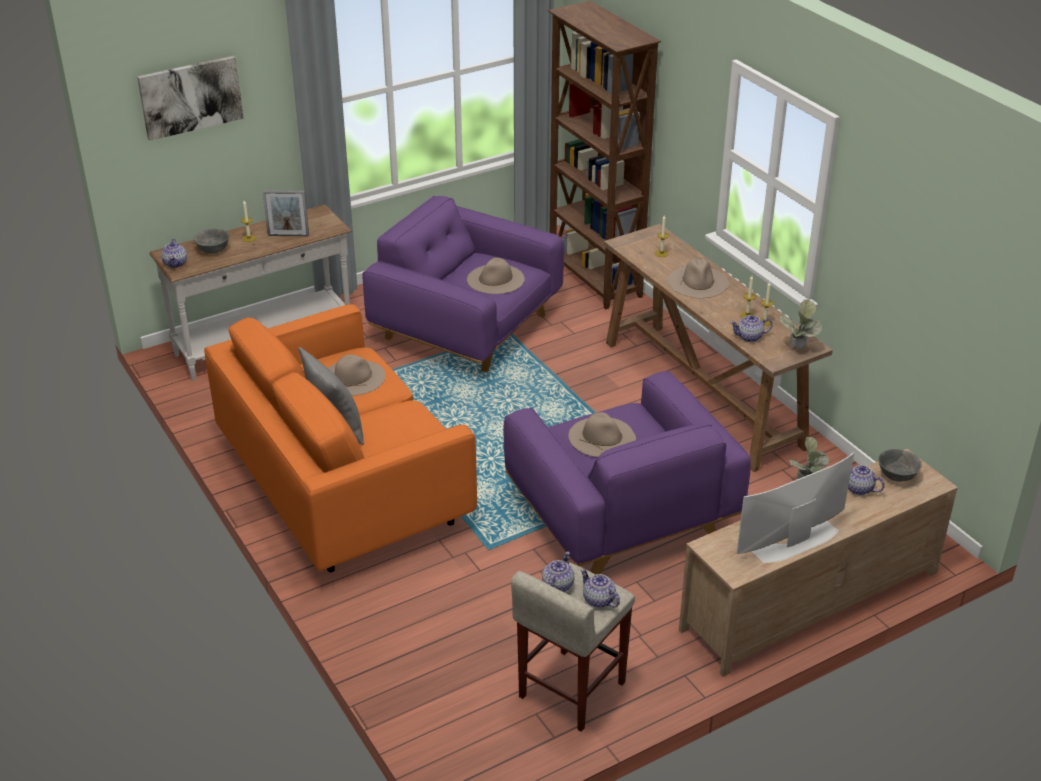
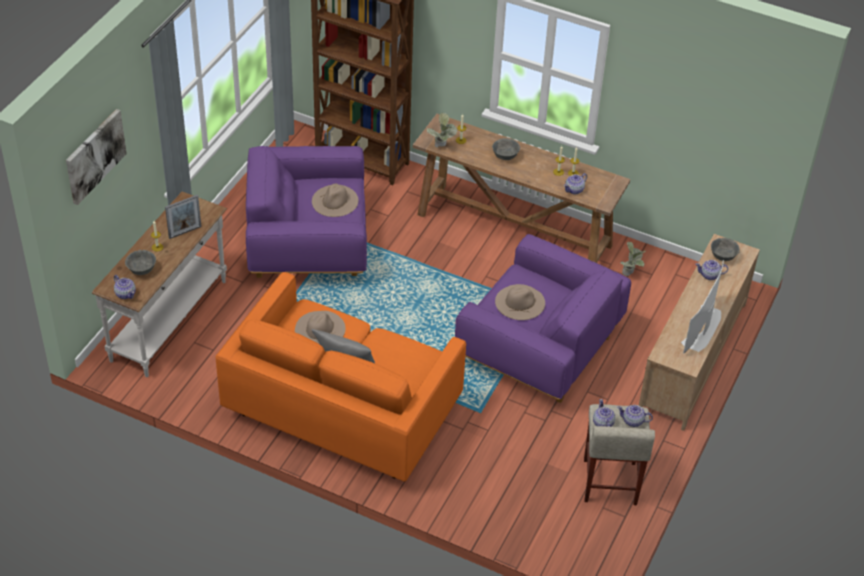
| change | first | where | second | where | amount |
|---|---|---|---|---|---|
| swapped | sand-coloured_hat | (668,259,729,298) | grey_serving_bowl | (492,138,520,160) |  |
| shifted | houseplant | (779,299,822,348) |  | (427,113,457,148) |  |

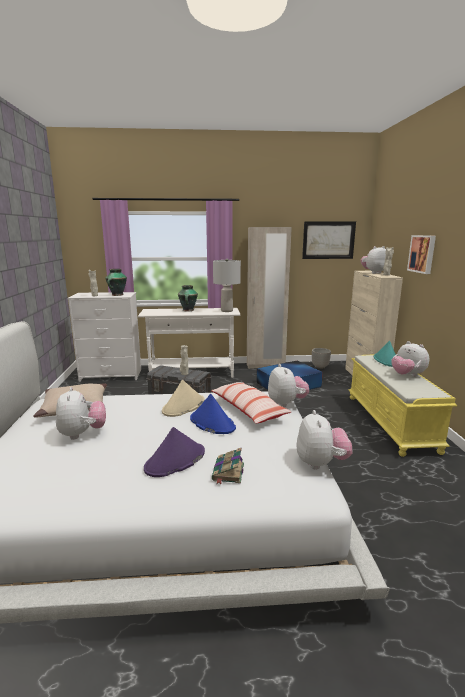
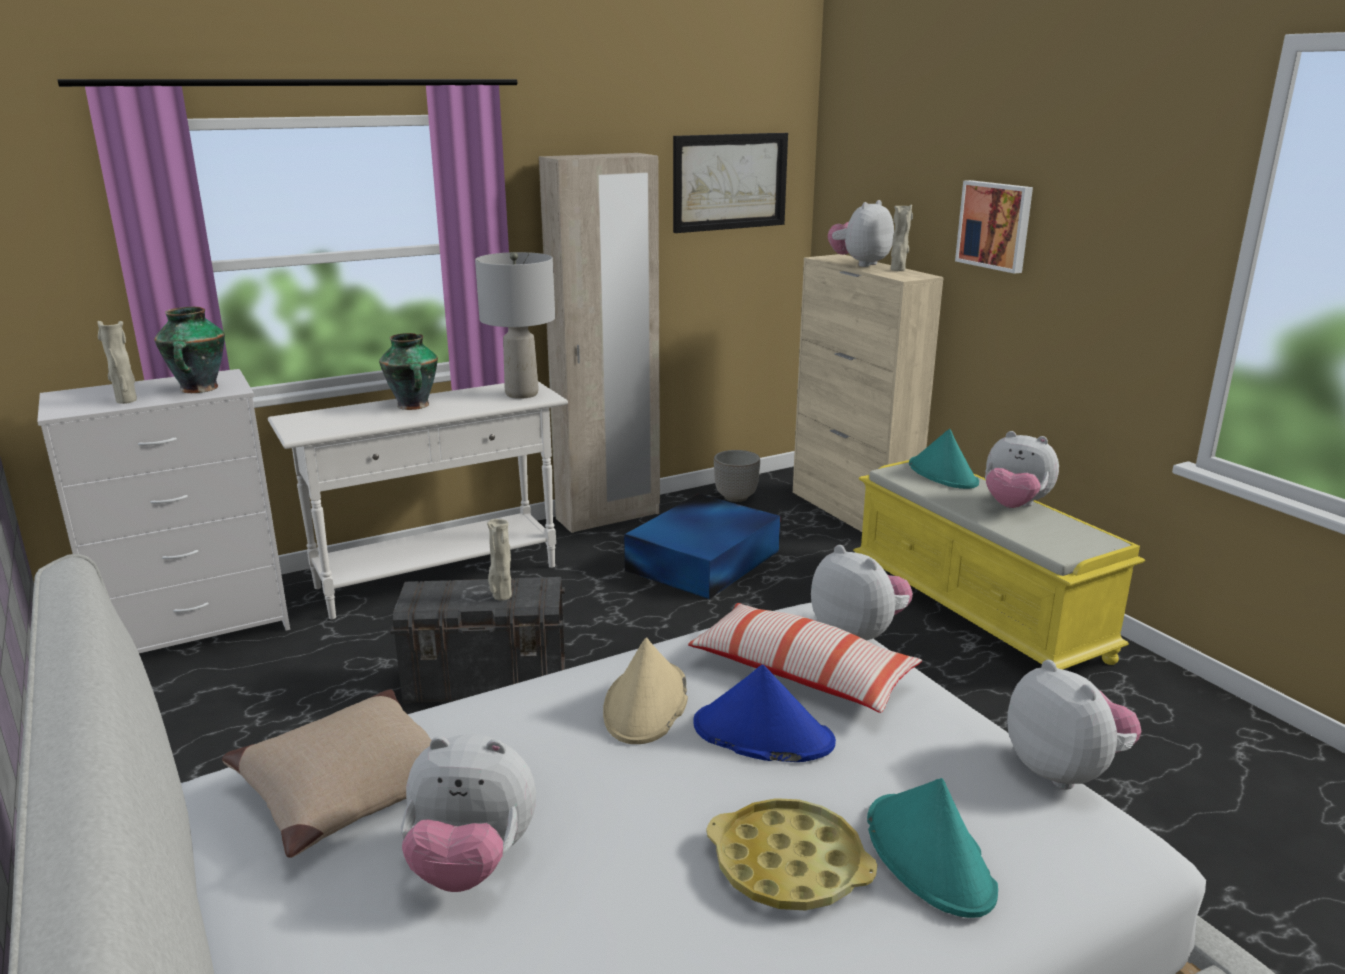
| change | first | where | second | where | amount |
|---|---|---|---|---|---|
| rotated | plush_toy | (56,387,106,440) |  | (401,734,536,892) | 135 degrees clockwise |
| swapped | purple-coloured_hat | (144,427,205,477) | yellow-coloured_serving_tray | (707,798,877,910) |  |
| swapped | book | (212,448,244,484) | turquoise_hat | (867,778,998,918) |  |

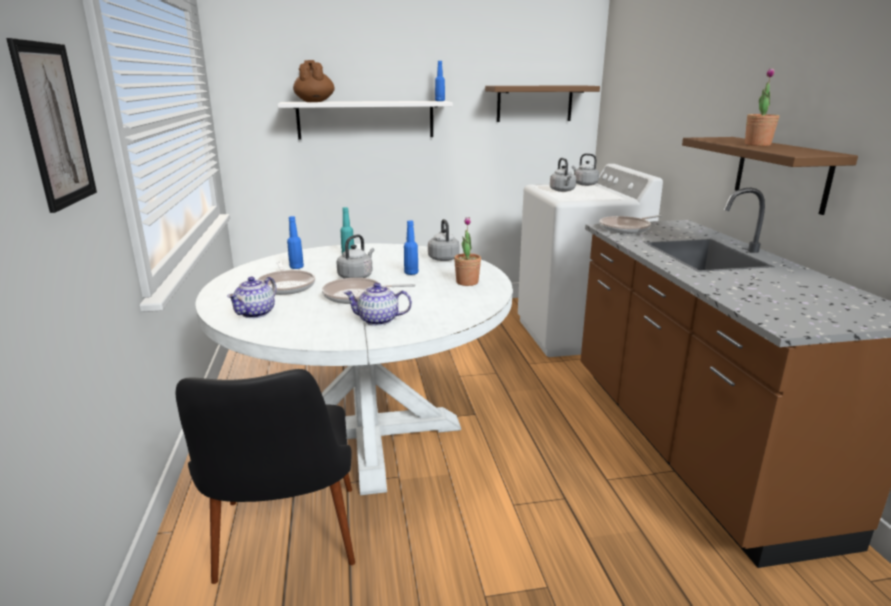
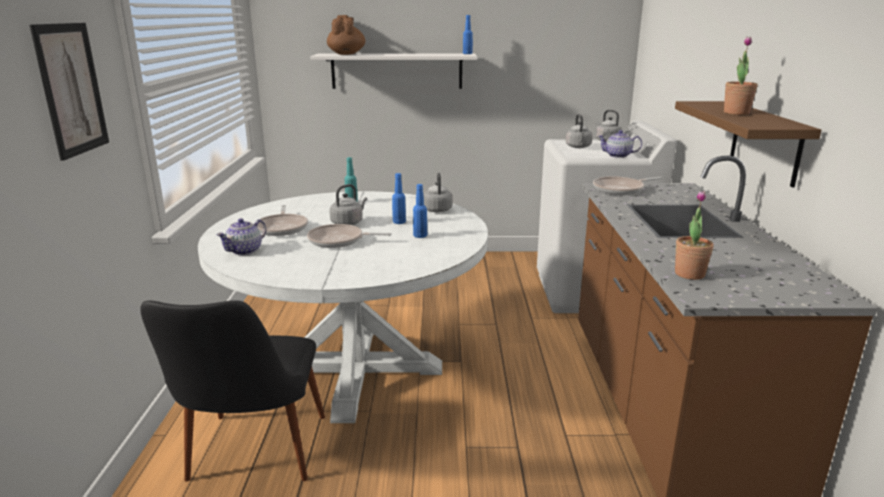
| change | first | where | second | where | amount |
|---|---|---|---|---|---|
| shifted | blue-coloured_beverage_bottle | (287,216,304,269) |  | (413,184,427,238) |  |
| shifted | tea_pot | (343,283,412,326) |  | (598,130,642,158) |  |
| shifted | houseplant | (454,217,481,286) |  | (675,191,714,280) |  |
| gone | brownish_bracket_shelf | (485,86,600,122) |  |  |  |

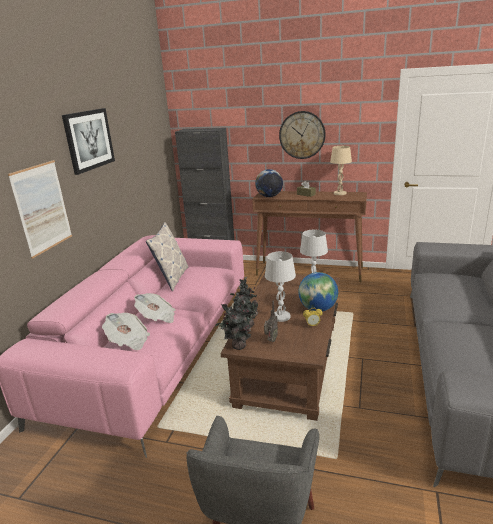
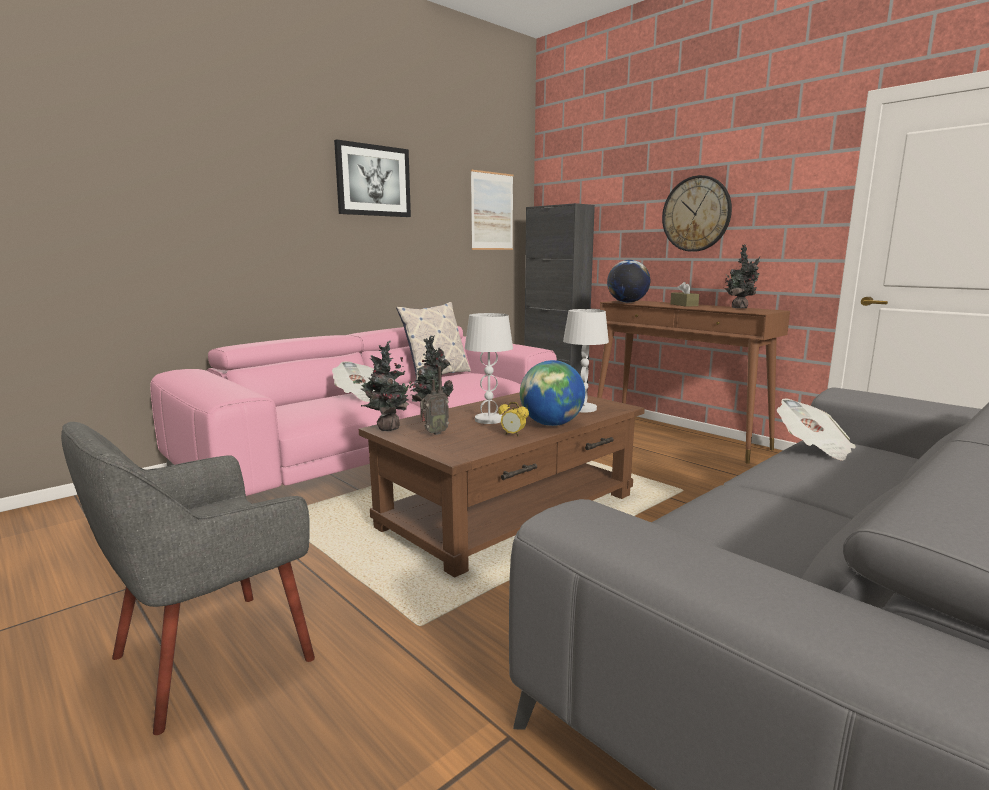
| change | first | where | second | where | amount |
|---|---|---|---|---|---|
| shifted | wall_art | (8,160,72,259) |  | (471,170,514,250) |  |
| shifted | newspaper | (102,313,150,350) |  | (777,398,856,461) |  |
| swapped | sand-coloured_lamp_for_a_table | (330,146,352,195) | houseplant | (724,245,760,308) |  |

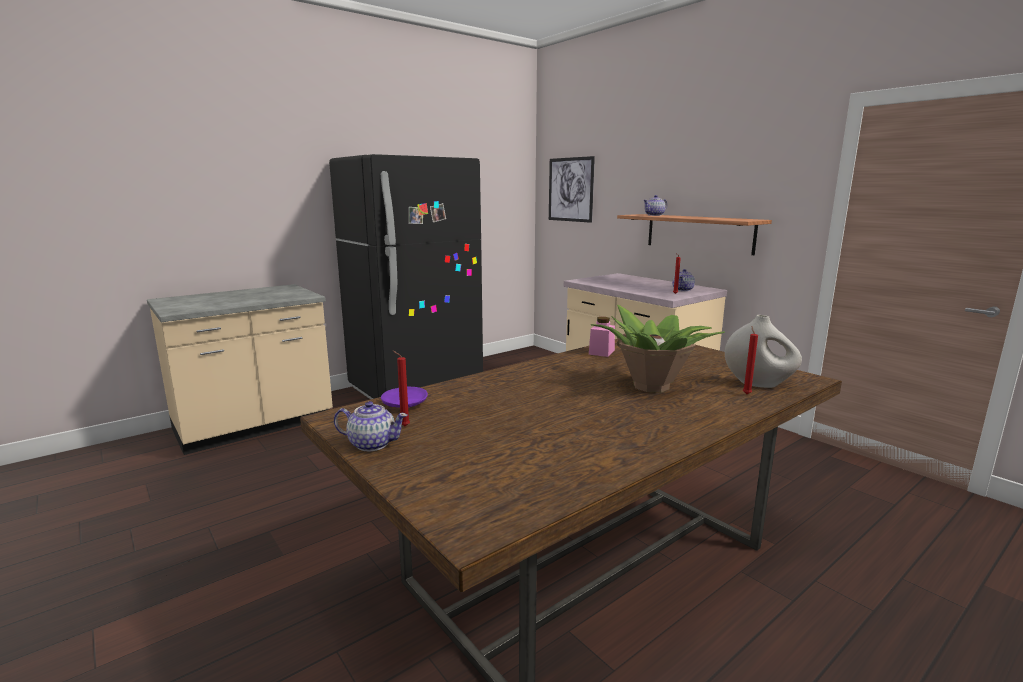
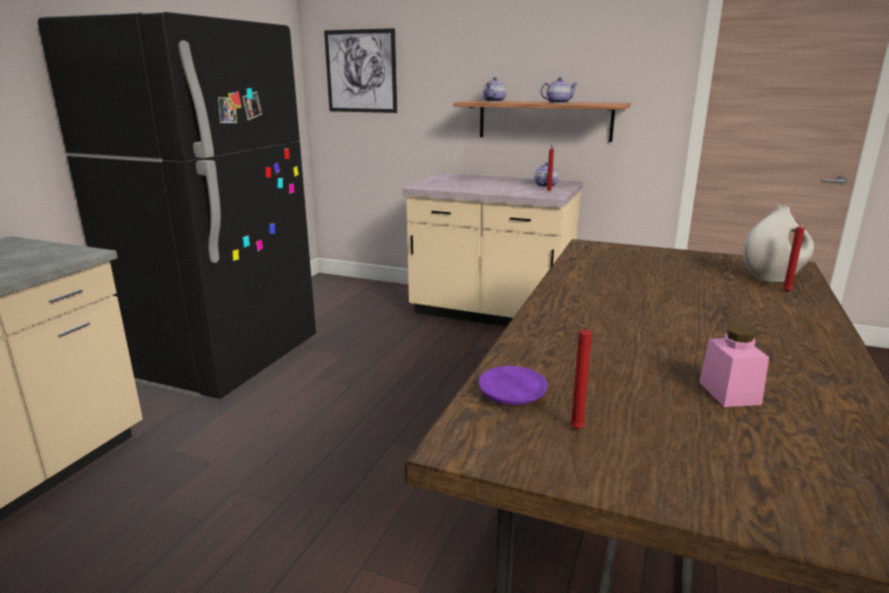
| change | first | where | second | where | amount |
|---|---|---|---|---|---|
| shifted | tea_pot | (334,401,408,451) |  | (541,77,577,104) |  |
| shifted | pink_jar | (589,317,615,357) |  | (699,325,769,407) |  |
| gone | houseplant | (591,305,725,392) |  |  |  |

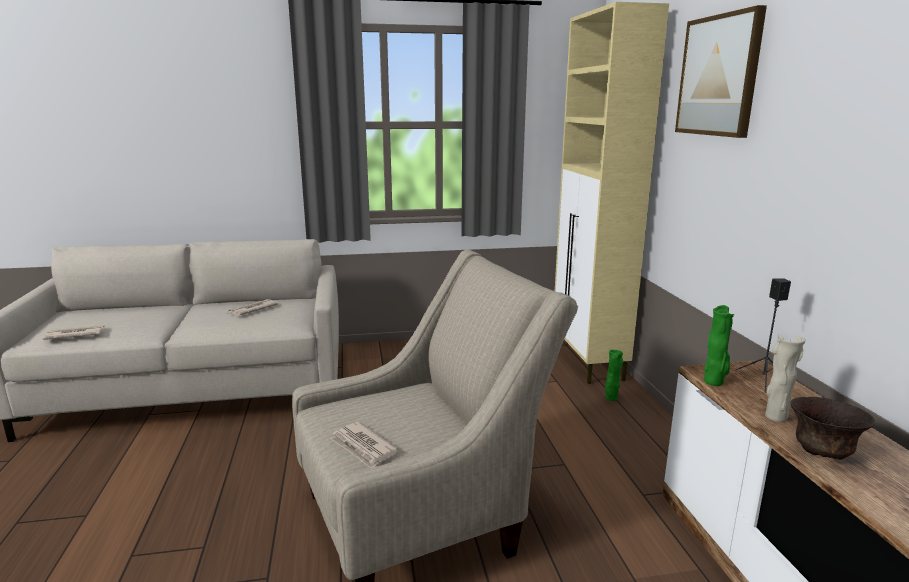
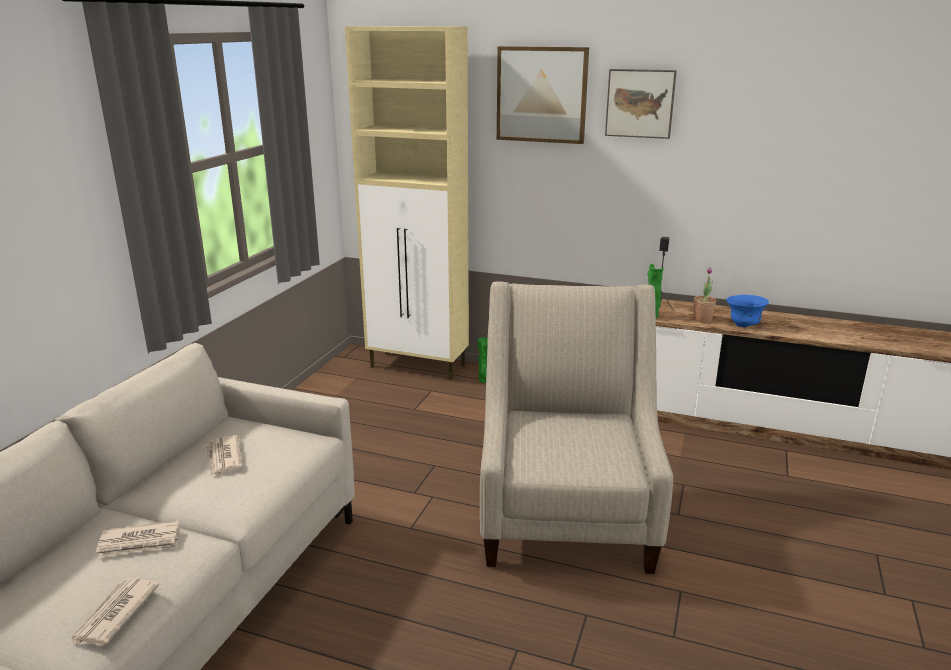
| change | first | where | second | where | amount |
|---|---|---|---|---|---|
| shifted | newspaper | (330,421,399,468) |  | (96,520,180,558) |  |
| swapped | sand-coloured_decorative_vase | (765,333,806,422) | houseplant | (693,267,716,323) |  |
| repainted | brownish_serving_bowl | (791,397,875,460) | blue-coloured_serving_bowl | (726,295,769,327) |  |
| new |  |  | wall_art | (605,69,677,139) |  |

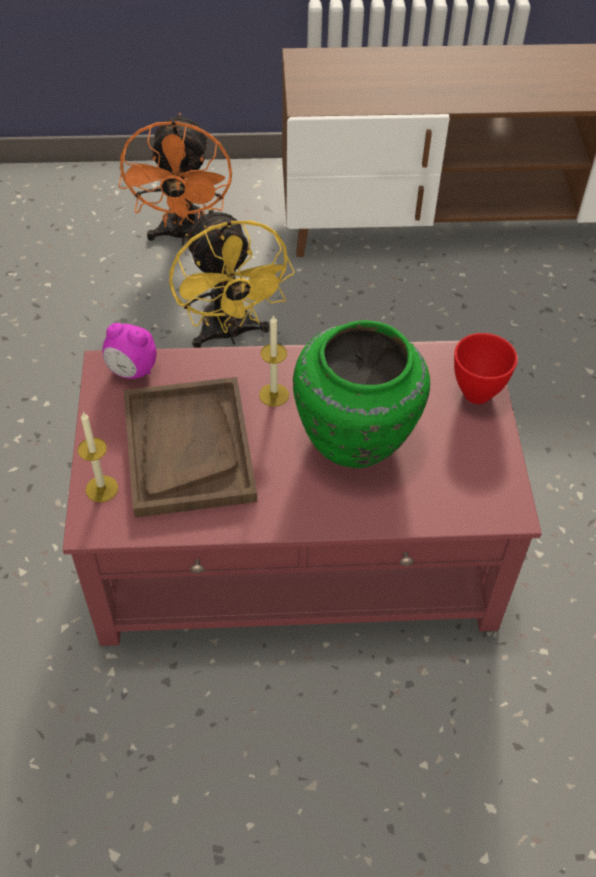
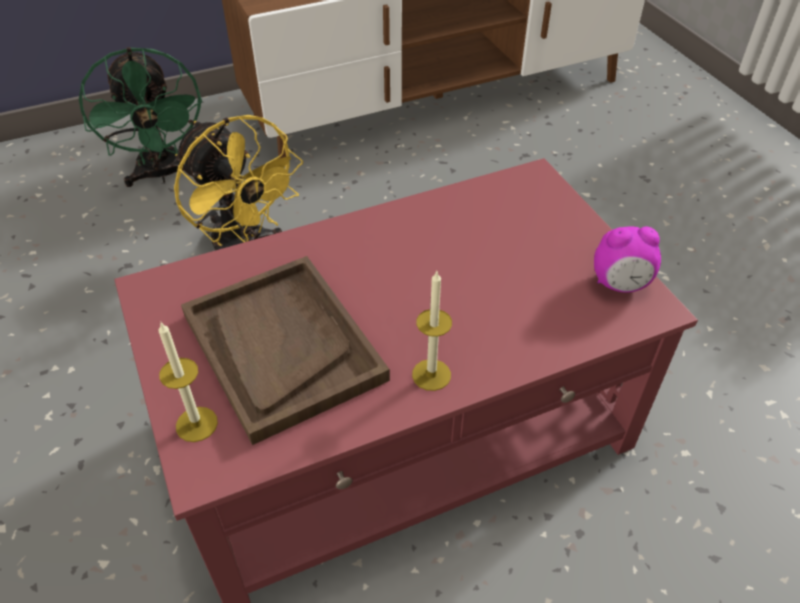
| change | first | where | second | where | amount |
|---|---|---|---|---|---|
| shifted | bedside_clock | (103,323,157,379) |  | (594,227,661,293) |  |
| repainted | orange_fan | (118,113,232,245) | greenish_fan | (79,47,202,187) |  |
| shifted | wax_candle | (259,315,289,406) |  | (412,270,452,391) |  |
| gone | greenish_decorative_vase | (293,320,430,468) |  |  |  |
| gone | reddish_serving_bowl | (454,333,518,404) |  |  |  |

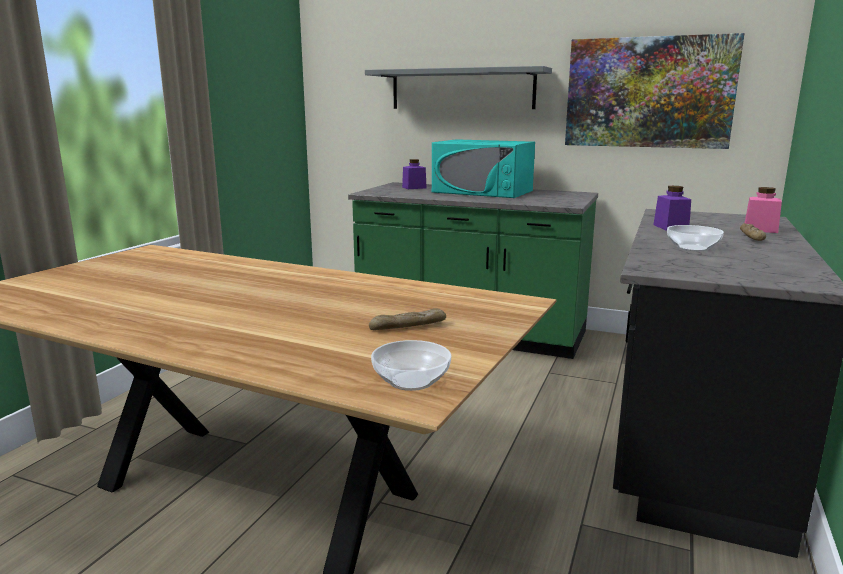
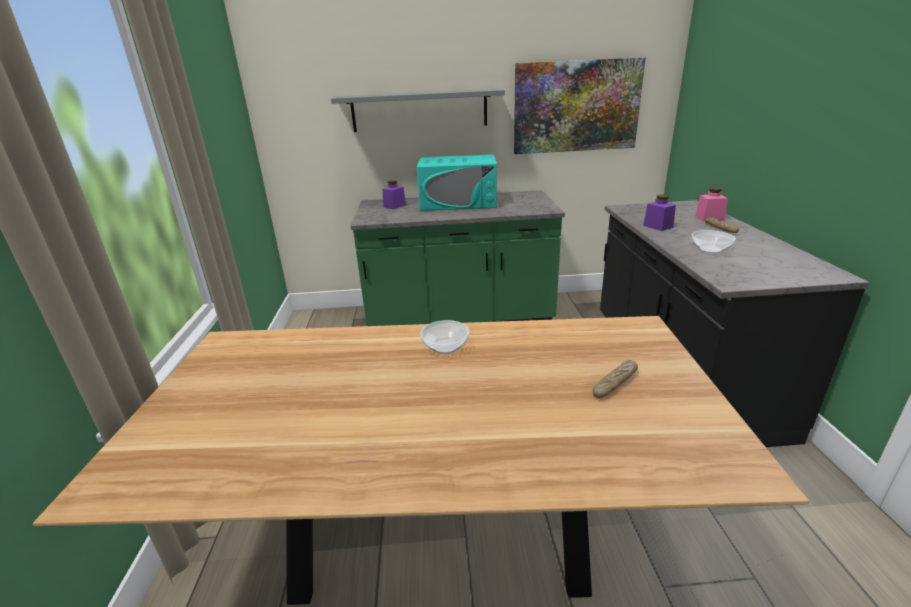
| change | first | where | second | where | amount |
|---|---|---|---|---|---|
| shifted | serving_bowl | (371,340,451,391) |  | (420,320,469,354) |  |

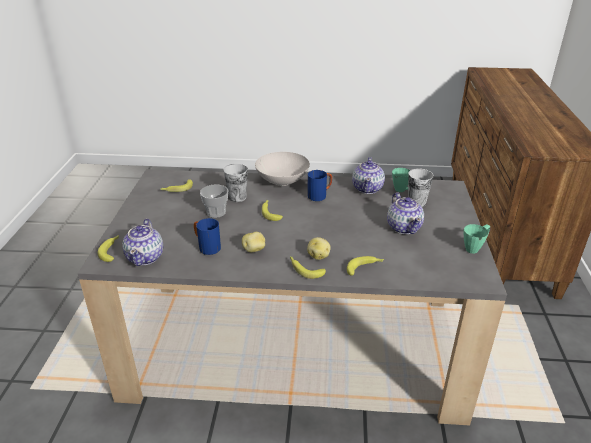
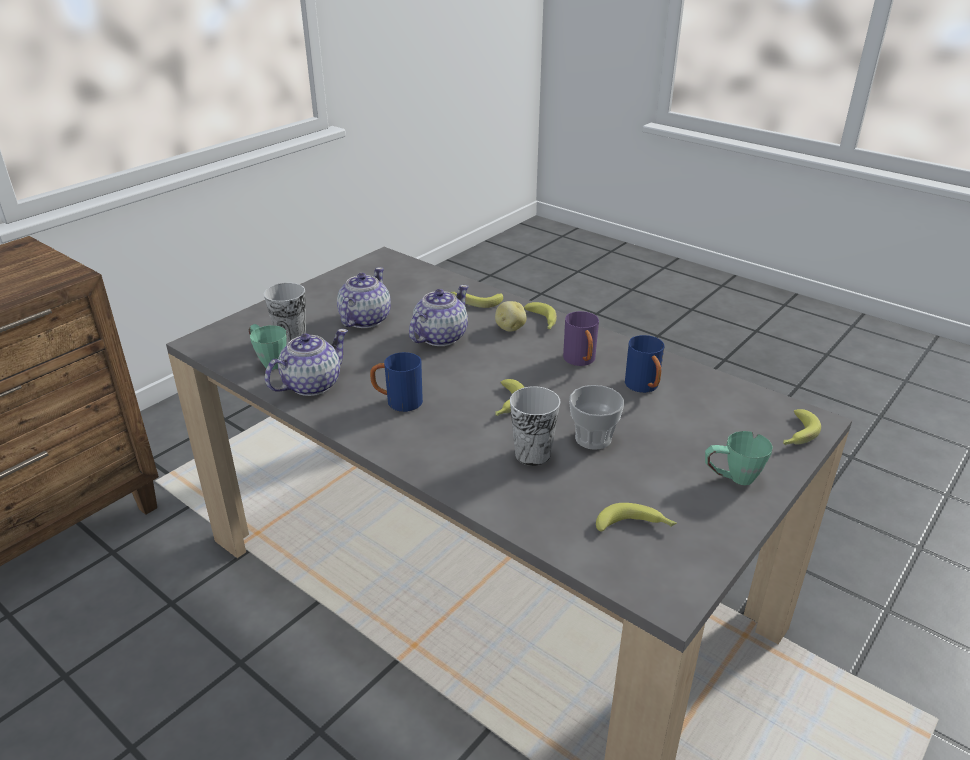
| change | first | where | second | where | amount |
|---|---|---|---|---|---|
| shifted | tea_pot | (122,219,163,266) |  | (409,285,469,346) |  |
| swapped | spud | (242,232,265,252) | purple-coloured_mug | (563,311,599,366) |  |
| gone | white-coloured_serving_bowl | (255,152,310,186) |  |  |  |
| shifted | greenish_mug | (463,224,491,254) |  | (705,431,773,485) |  |

